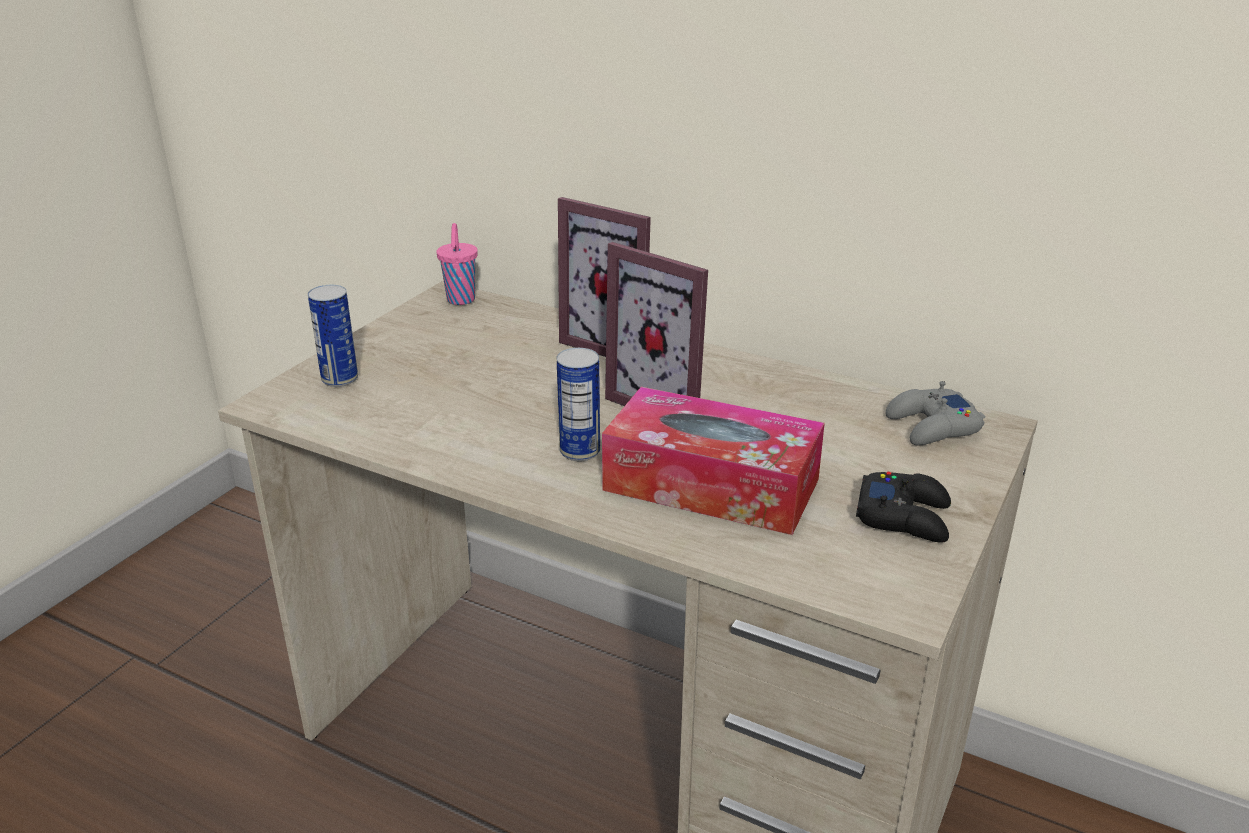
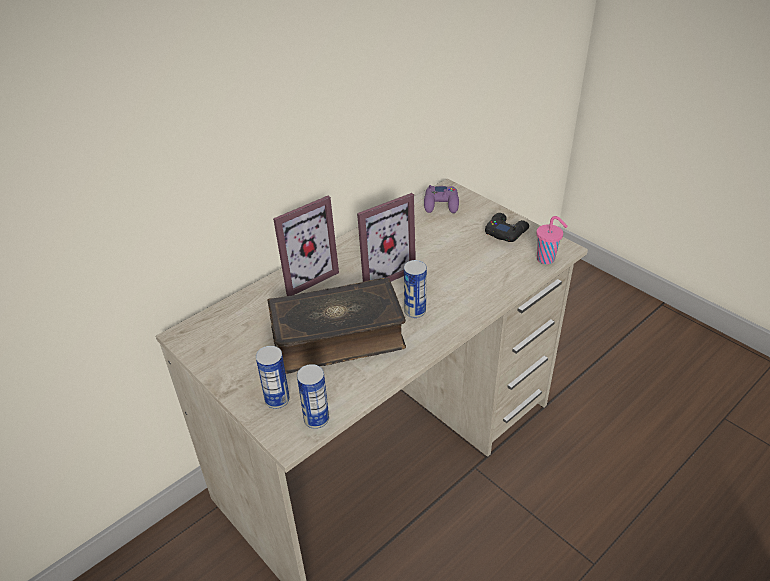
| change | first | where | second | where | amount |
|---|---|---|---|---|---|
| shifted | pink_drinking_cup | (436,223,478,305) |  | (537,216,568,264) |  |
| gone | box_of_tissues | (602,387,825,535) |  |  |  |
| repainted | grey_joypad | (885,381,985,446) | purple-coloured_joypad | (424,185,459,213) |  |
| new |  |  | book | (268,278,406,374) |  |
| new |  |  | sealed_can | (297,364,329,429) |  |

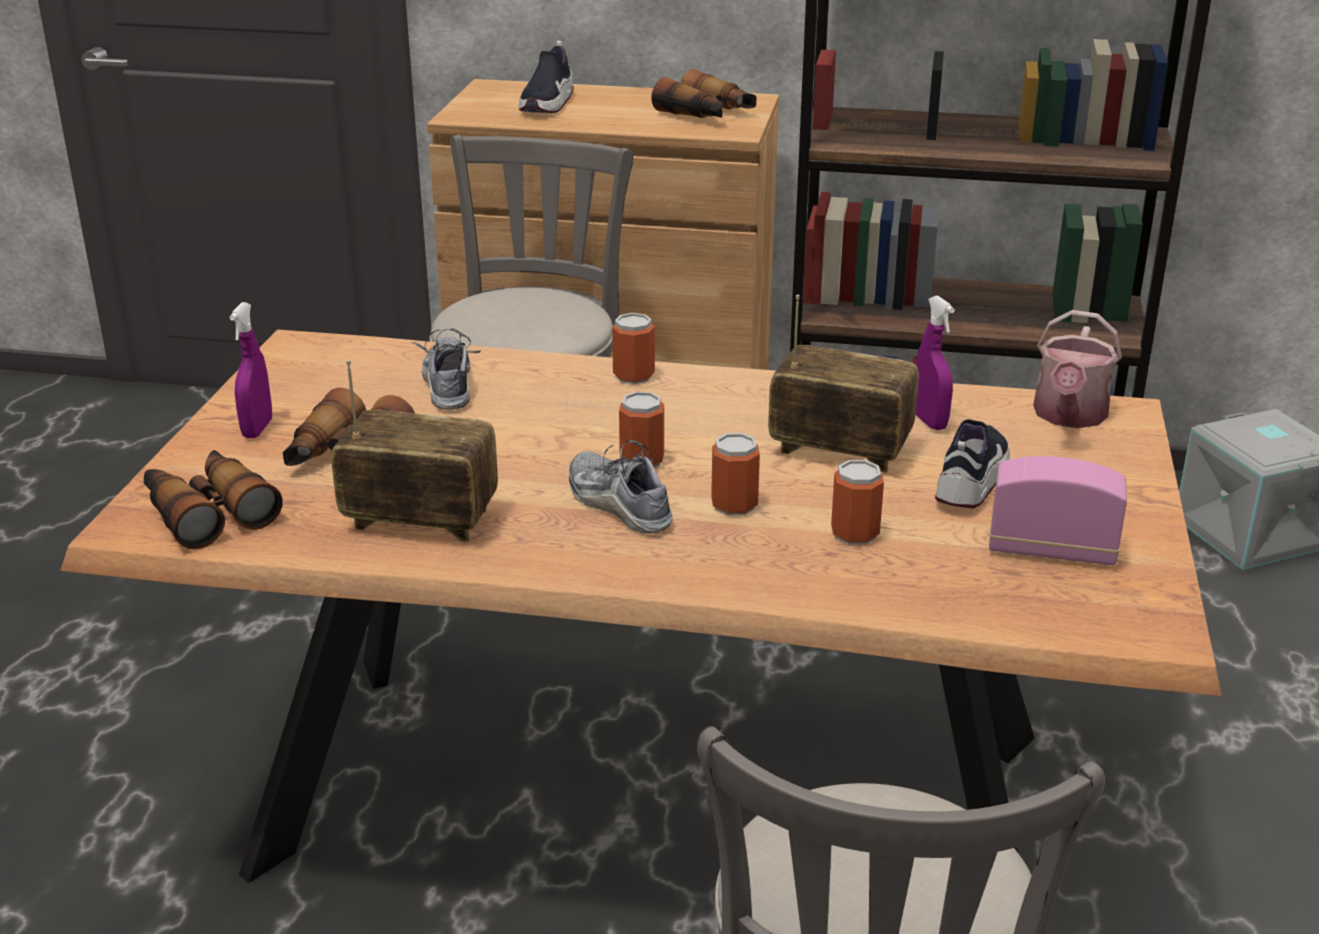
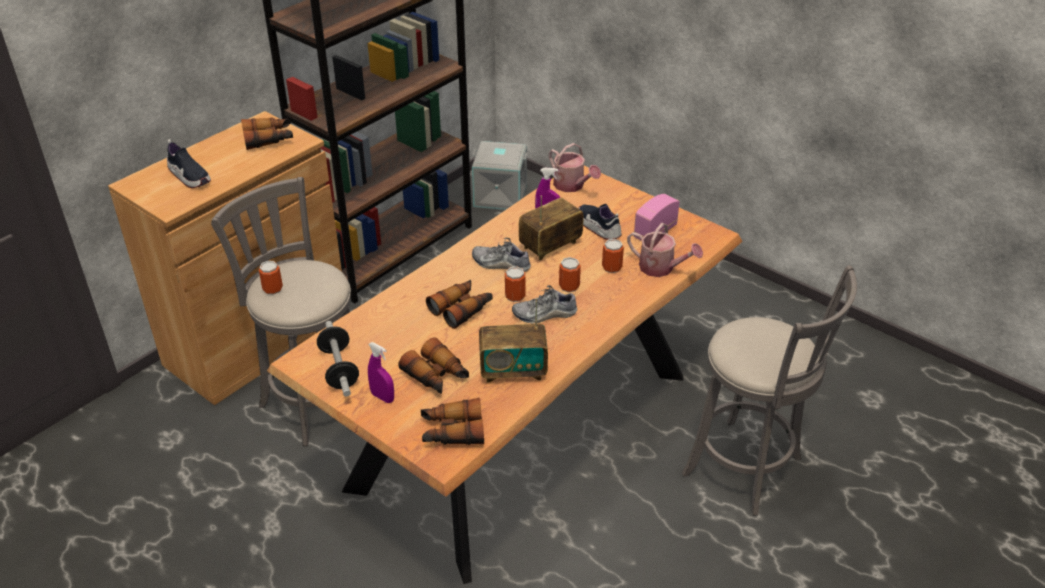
| change | first | where | second | where | amount |
|---|---|---|---|---|---|
| rotated | radio_set | (331,360,498,542) |  | (479,298,548,382) | 135 degrees counterclockwise |
| shifted | low_shoe | (412,328,481,410) |  | (472,238,531,272) |  |
| shifted | sealed_can | (612,313,655,384) |  | (259,261,283,295) |  |
| new |  |  | hand_weight | (317,321,359,396) |  |
| new |  |  | binoculars | (426,280,493,329) |  |
| new |  |  | watering_pot | (627,223,703,277) |  |

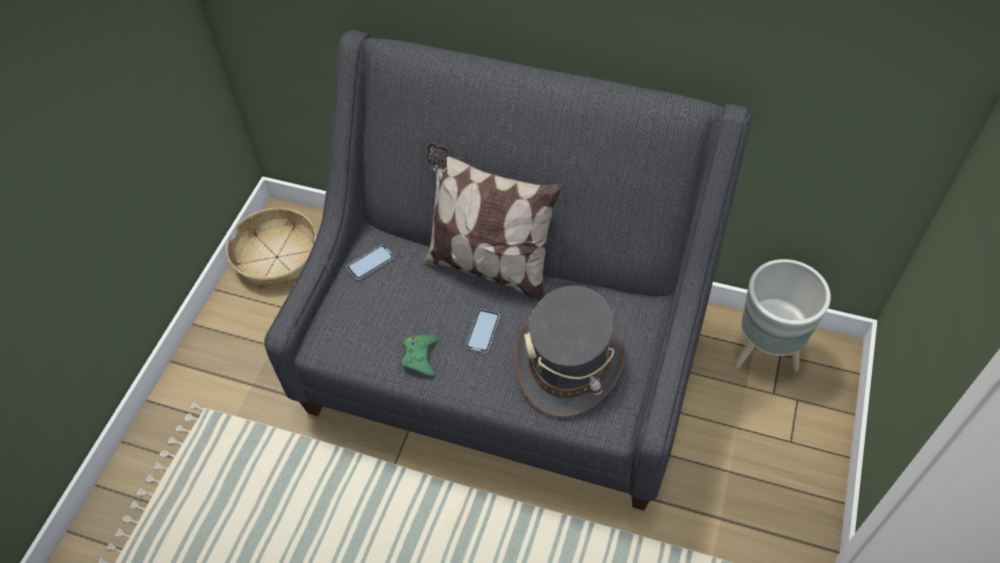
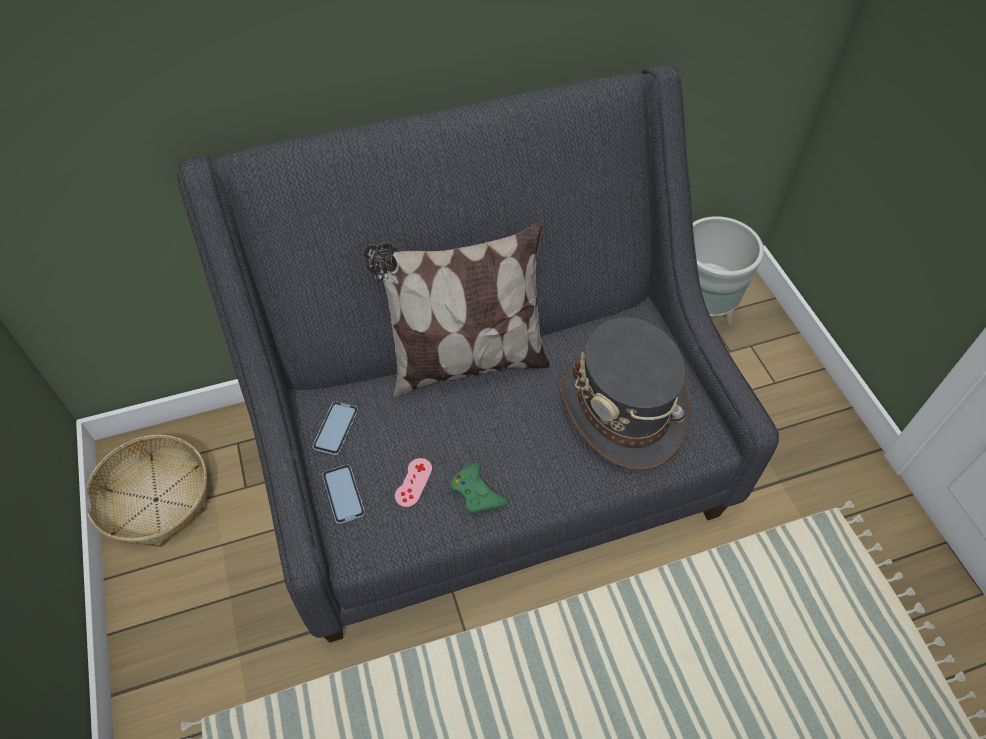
| change | first | where | second | where | amount |
|---|---|---|---|---|---|
| shifted | telephone | (466,309,500,353) |  | (322,465,365,524) |  |
| new |  |  | pink_joypad | (395,458,432,507) |  |

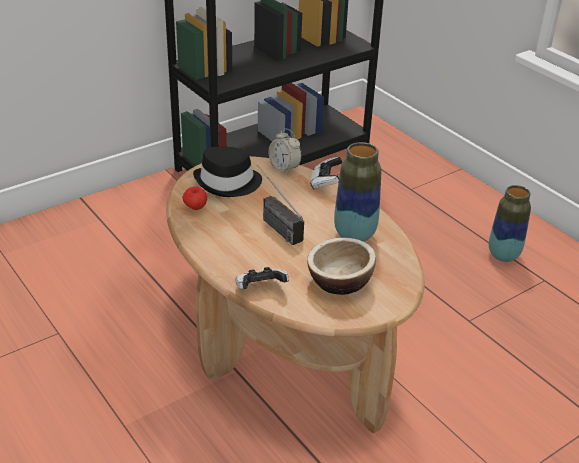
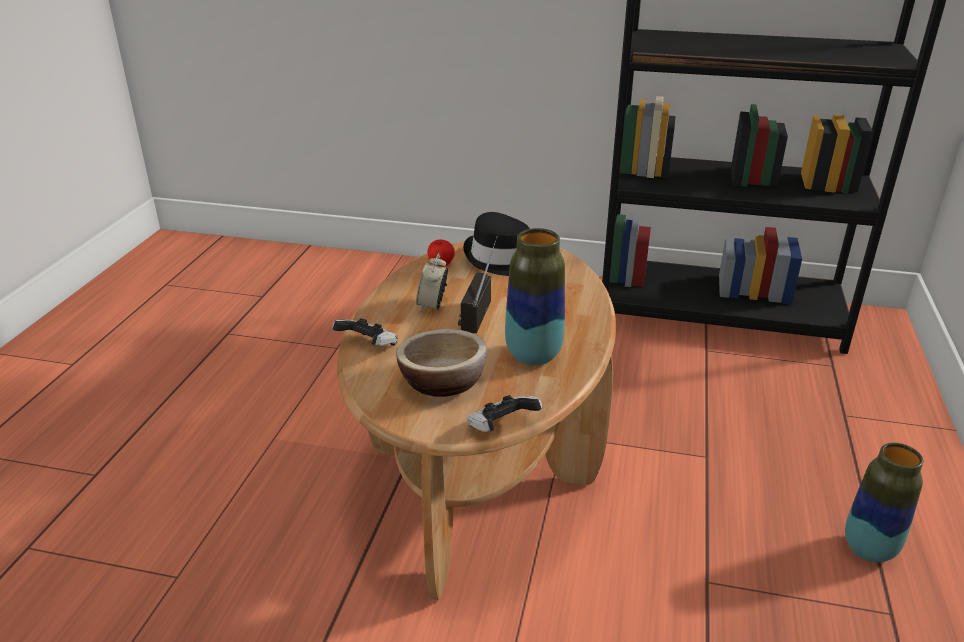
| change | first | where | second | where | amount |
|---|---|---|---|---|---|
| shifted | bedside_clock | (268,128,302,174) |  | (416,253,448,313) |  |
| shifted | joypad | (310,157,342,190) |  | (467,395,542,432) |  |

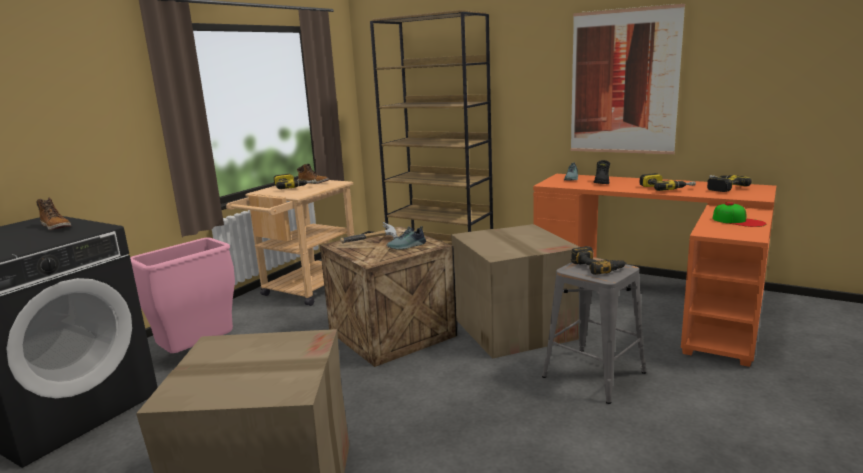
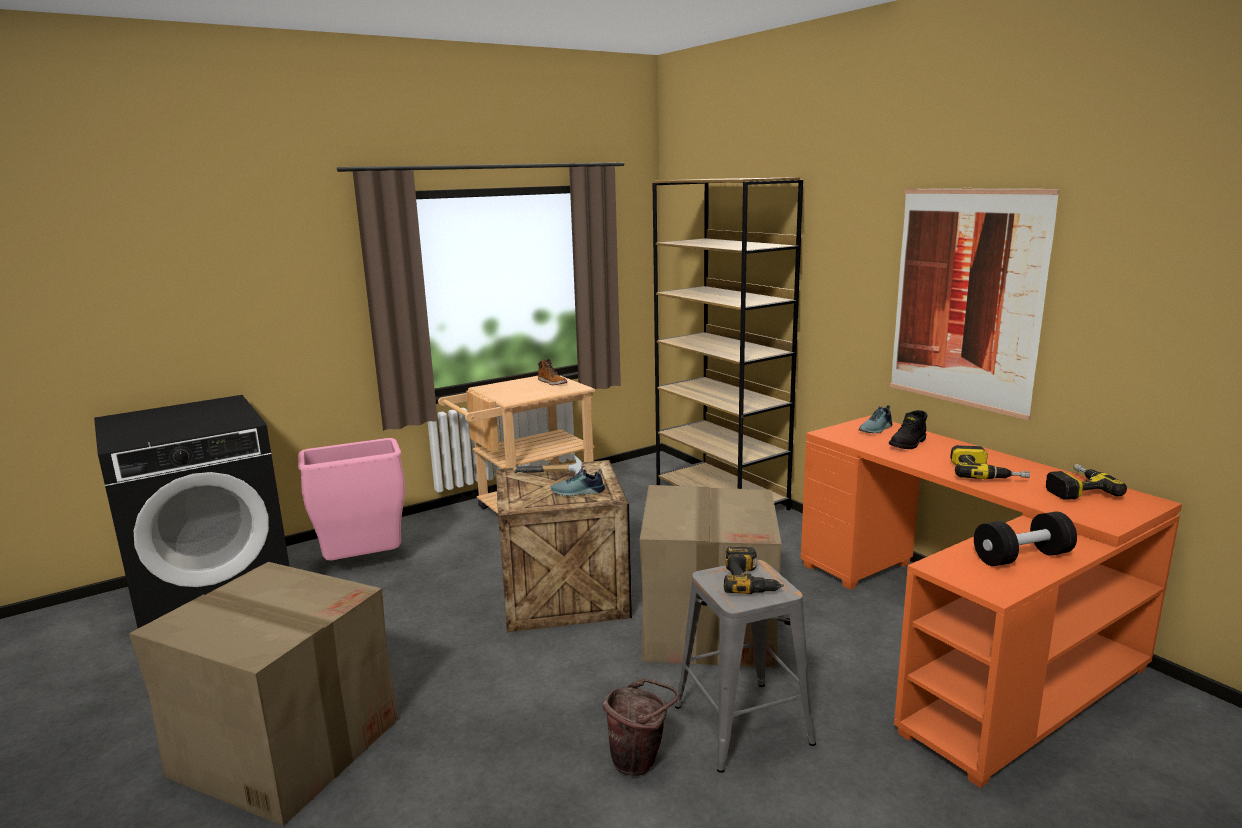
| change | first | where | second | where | amount |
|---|---|---|---|---|---|
| gone | boot | (36,198,71,230) |  |  |  |
| gone | power_drill | (274,174,316,189) |  |  |  |
| swapped | peaked_cap | (713,202,766,227) | blackish_hand_weight | (974,512,1077,566) |  |
| new |  |  | brownish_bucket | (603,678,679,776) |  |

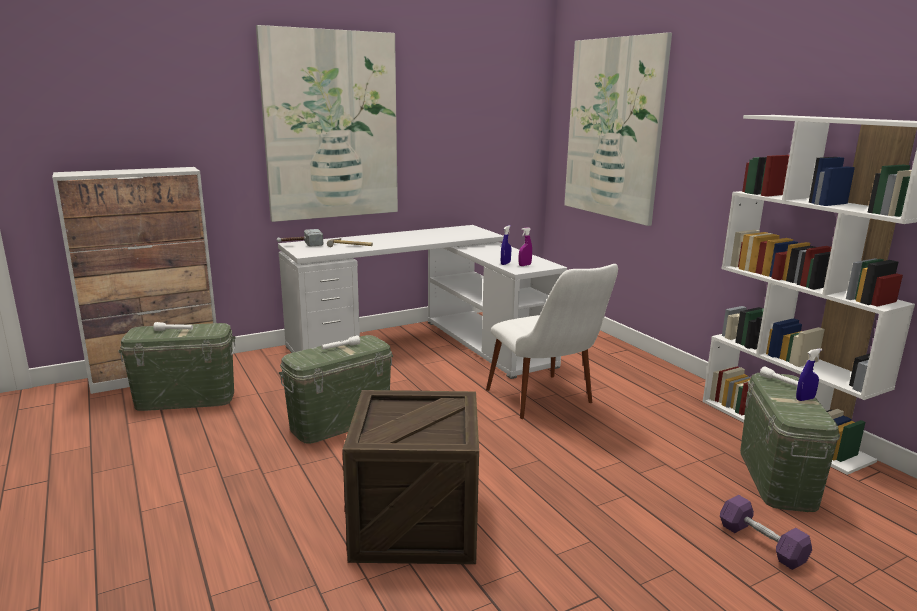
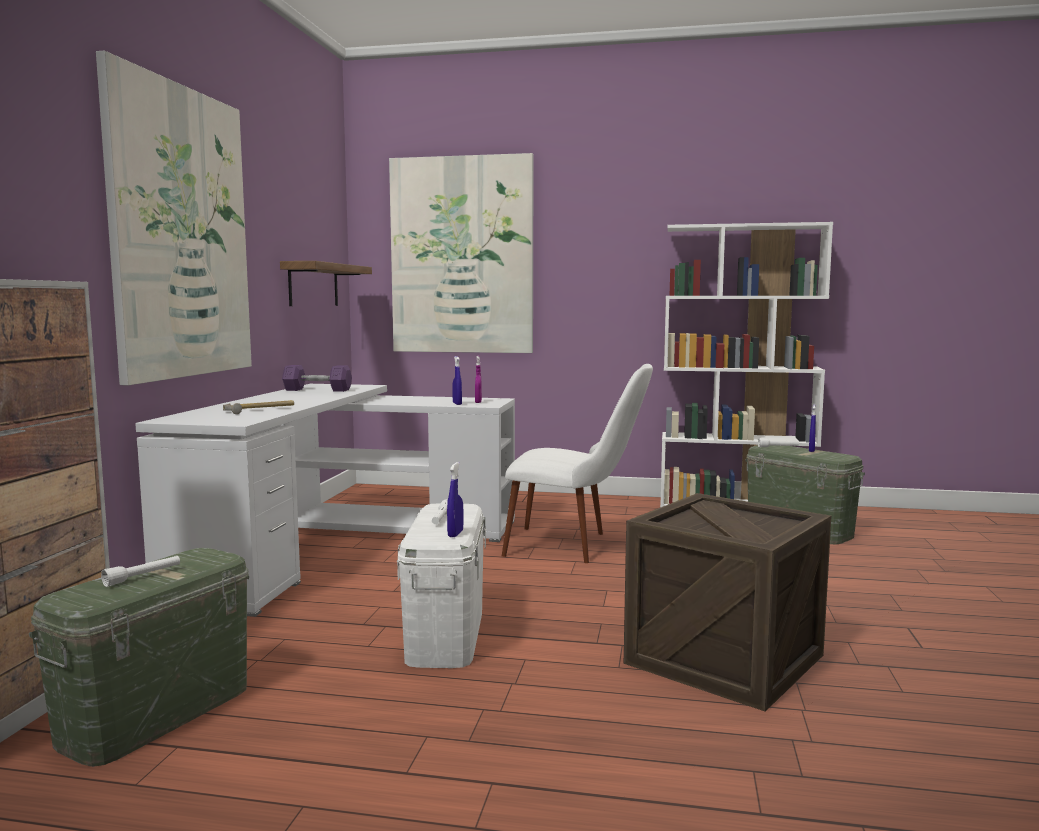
| change | first | where | second | where | amount |
|---|---|---|---|---|---|
| gone | hand_hammer | (277,229,323,247) |  |  |  |
| repainted | greenish_storage_box | (279,335,393,444) | white-coloured_storage_box | (397,503,486,668) |  |
| shifted | purple-coloured_hand_weight | (720,495,812,570) |  | (282,365,352,392) |  |
| new |  |  | bracket_shelf | (280,261,372,306) |  |
| new |  |  | blue-coloured_hand_sprayer | (447,462,464,537) |  |

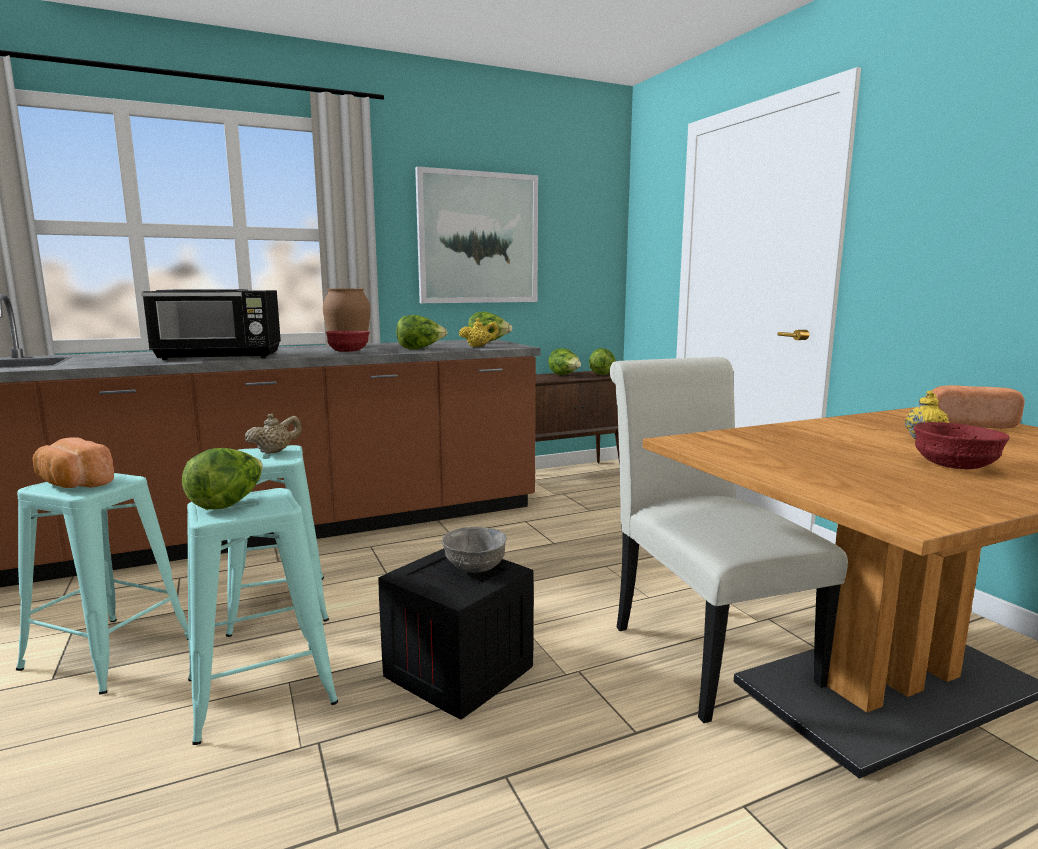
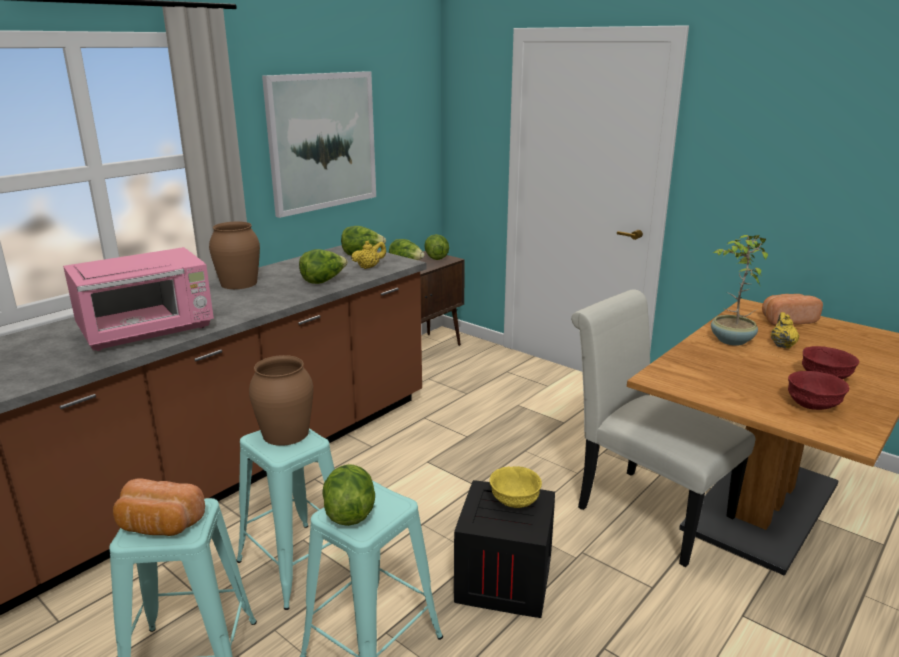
| change | first | where | second | where | amount |
|---|---|---|---|---|---|
| repainted | blackish_microwave_oven | (141,289,281,360) | pink_microwave_oven | (63,247,214,351) |  |
| swapped | sand-coloured_tea_pot | (244,413,302,454) | brownish_decorative_vase | (249,355,313,446) |  |
| shifted | reddish_serving_bowl | (326,331,370,352) |  | (788,371,849,410) |  |
| repainted | grey_serving_bowl | (442,527,507,573) | yellow-coloured_serving_bowl | (489,466,542,508) |  |
| new |  |  | houseplant | (711,235,768,346) |  |

